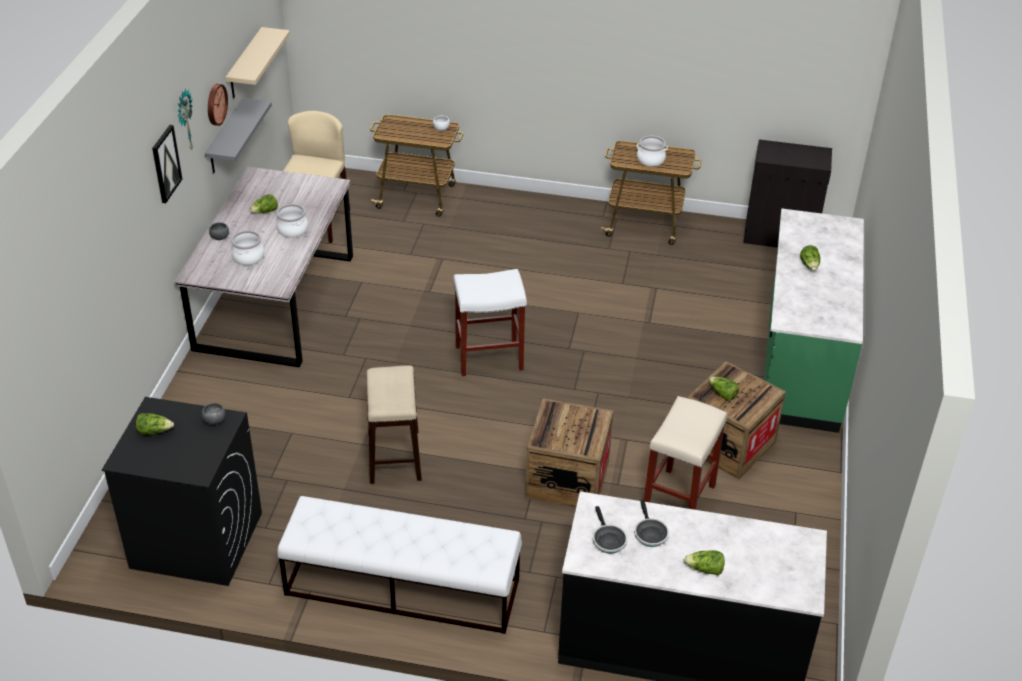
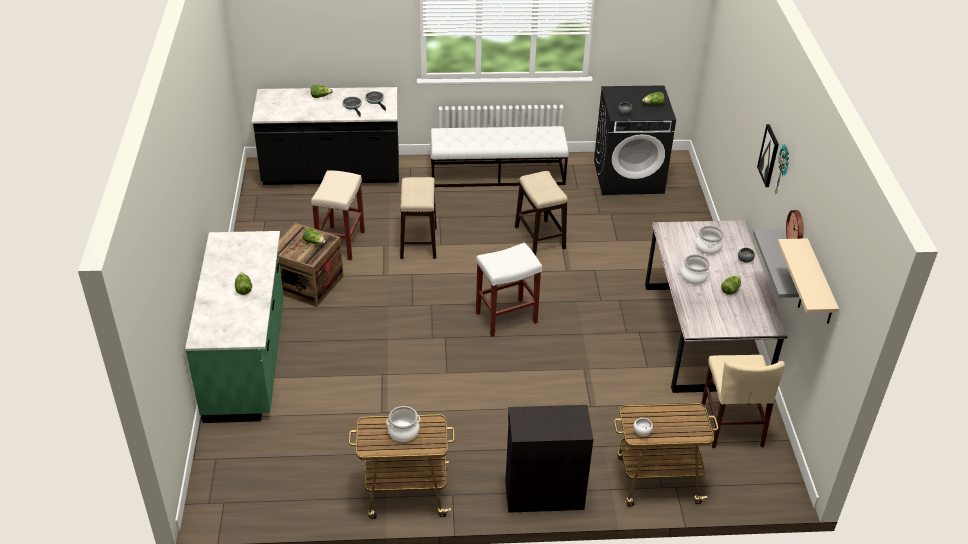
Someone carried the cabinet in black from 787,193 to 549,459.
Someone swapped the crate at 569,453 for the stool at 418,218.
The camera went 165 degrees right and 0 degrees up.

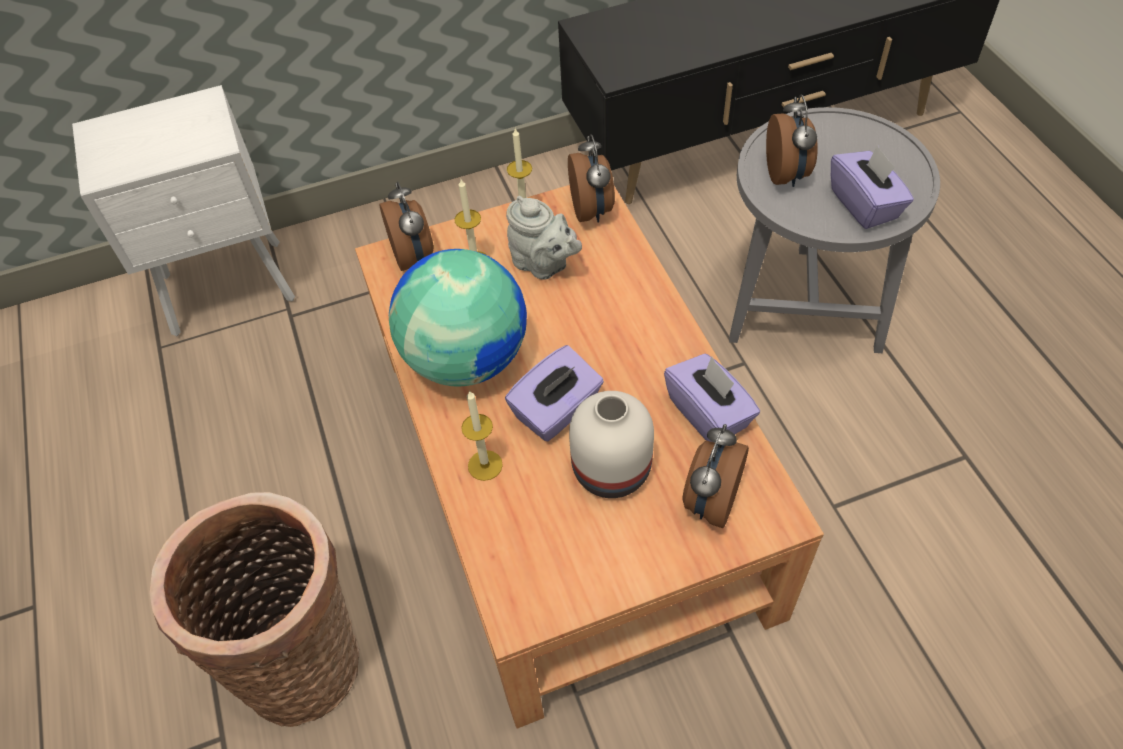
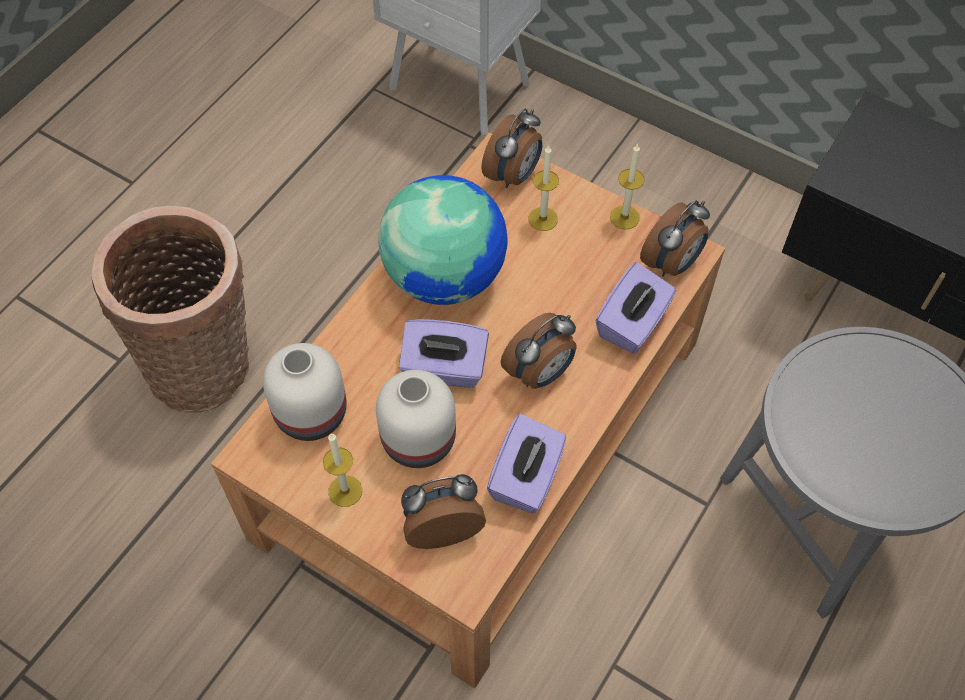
Someone took away the teapot in grey at 544,238.
Someone put down the vase in white at 305,392.
Someone carried the candle from 482,435 to 342,470.
Someone carried the alarm clock from 792,140 to 539,351.
Someone carried the tissue box in purple from 872,187 to 636,308.
The camera went 50 degrees right and 5 degrees up.

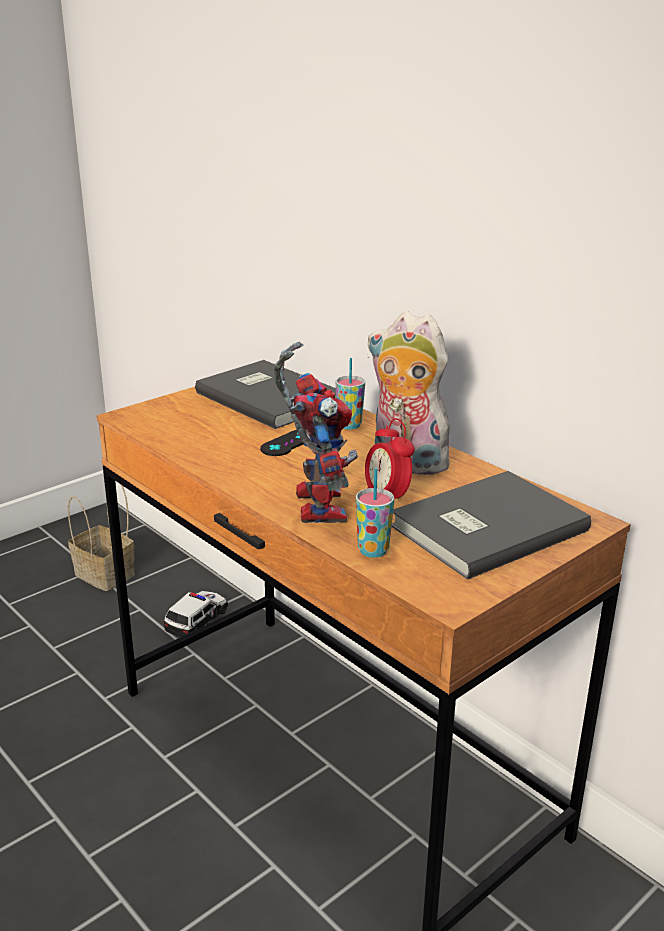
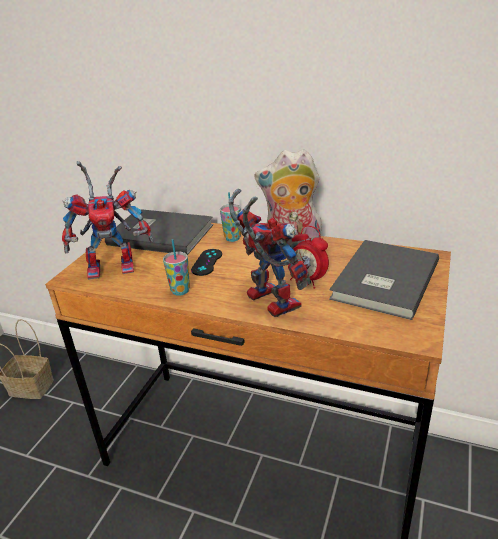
Someone took away the toy car at 196,614.
Someone put down the toy robot at 108,220.
Someone carried the cup from 375,513 to 176,267.
The camera went 25 degrees left and 5 degrees up.

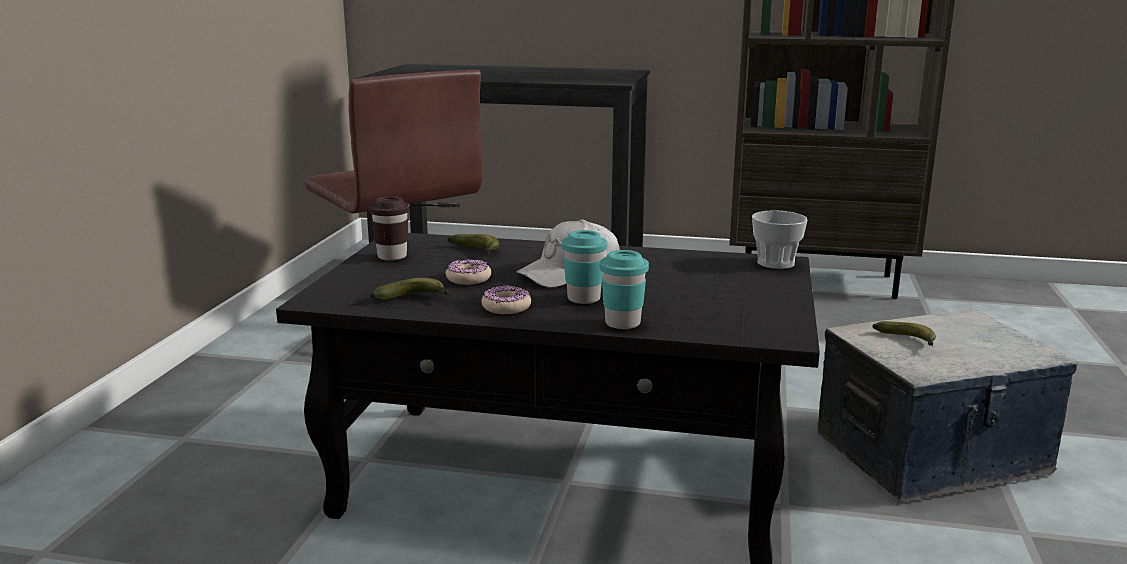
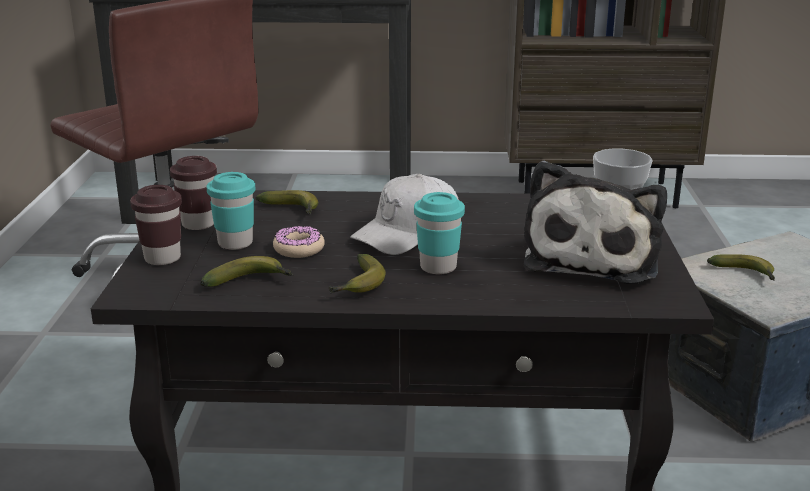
Someone put down the cup in brown at 156,225.
Someone put down the plush toy at 595,222.
Someone carried the cup in turquoise from 624,289 to 230,211.
Someone swapped the donut at 506,299 for the banana at 357,273.
The camera went 10 degrees left and 5 degrees up.

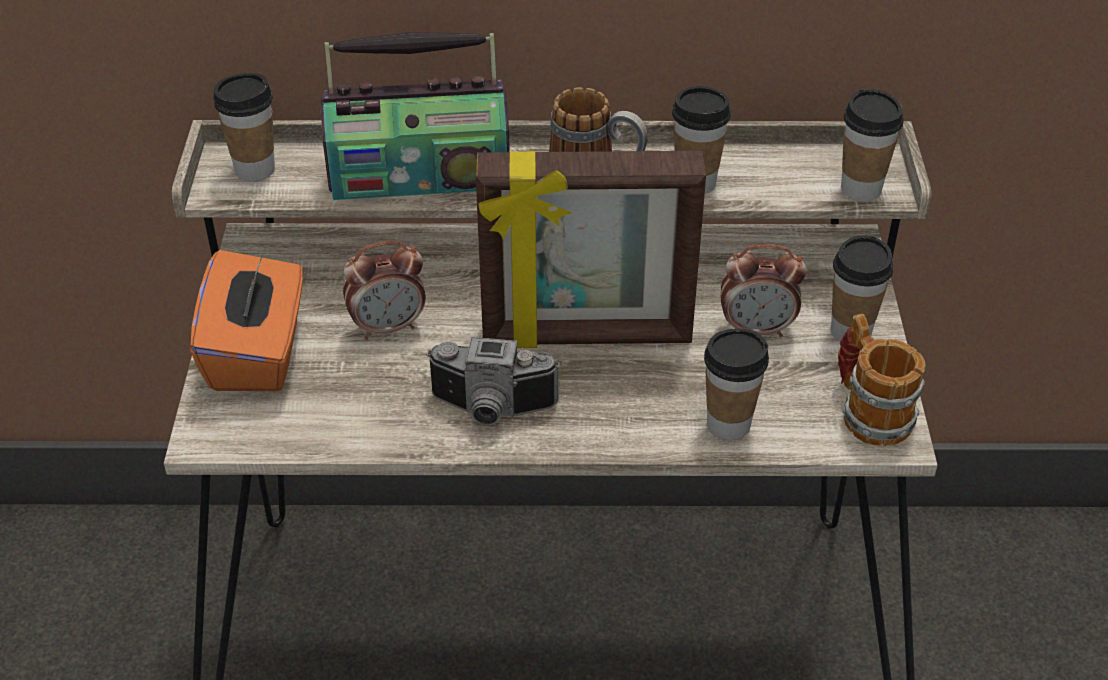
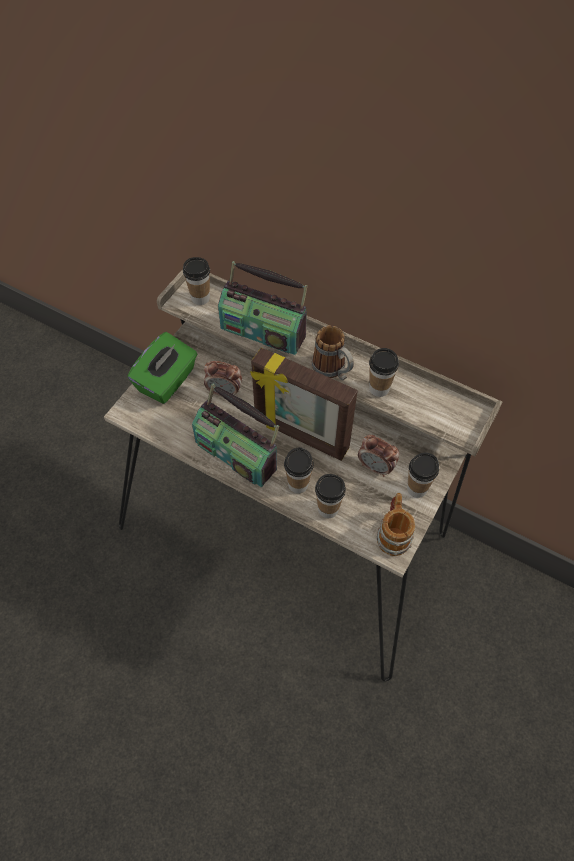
Someone carried the cup from 872,145 to 299,470.
Someone swapped the photo camera at 493,381 for the radio at 235,435.
Someone repainted the tissue box in orange at 246,320, which became the tissue box in green at 162,368.
The camera went 30 degrees right and 15 degrees up.

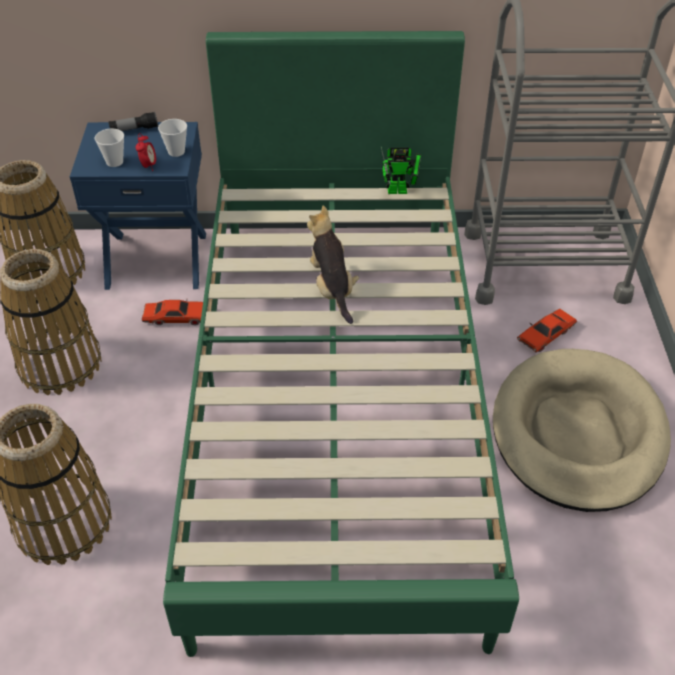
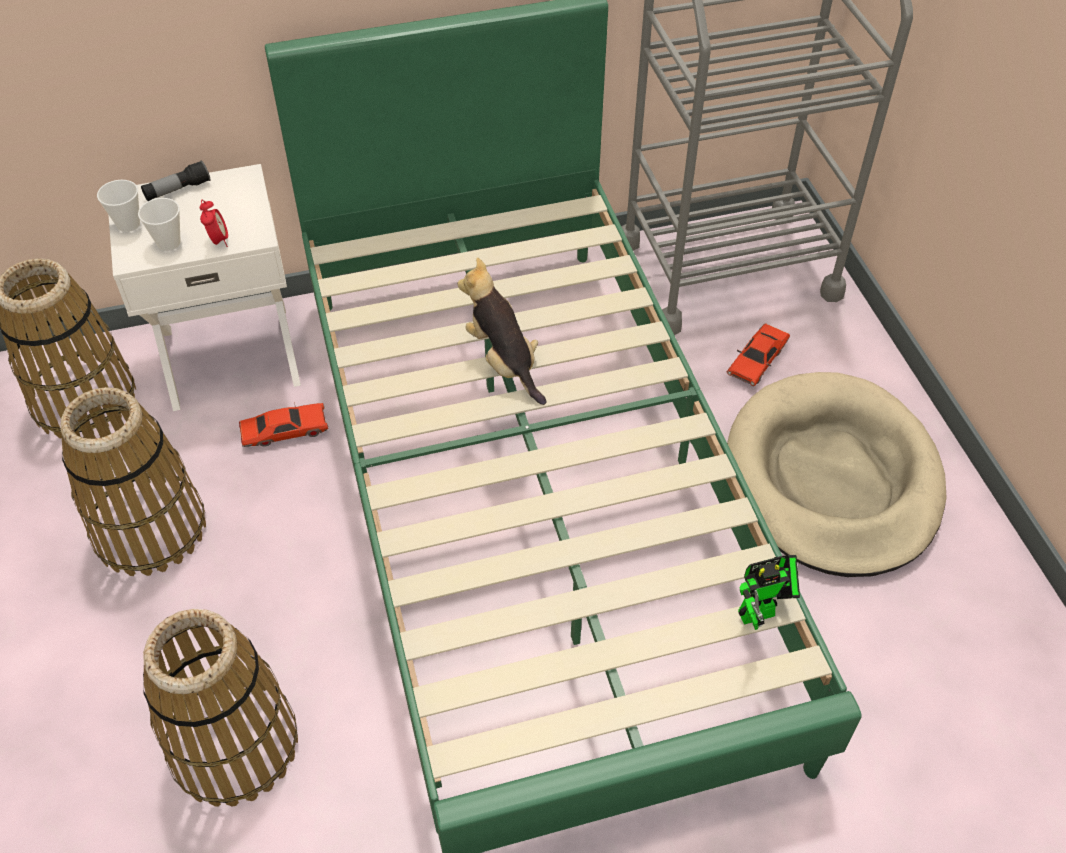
Someone carried the cup from 172,138 to 118,206.
Someone carried the toy robot from 401,170 to 769,592.
Someone repainted the nightstand in blue at 138,206, which became the nightstand in white at 204,287.
The camera went 15 degrees left and 5 degrees up.

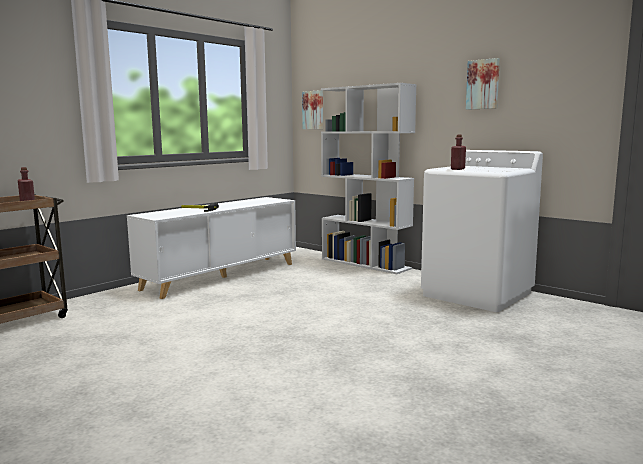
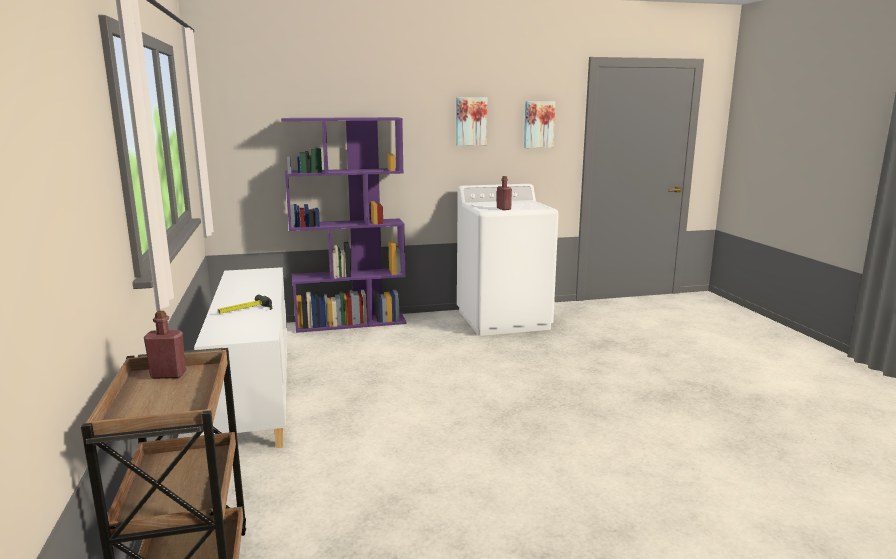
Someone carried the picture from 312,109 to 539,124.
Someone repainted the bookcase in white at 369,178, which became the bookcase in purple at 343,225.
The camera went 55 degrees left and 5 degrees up.

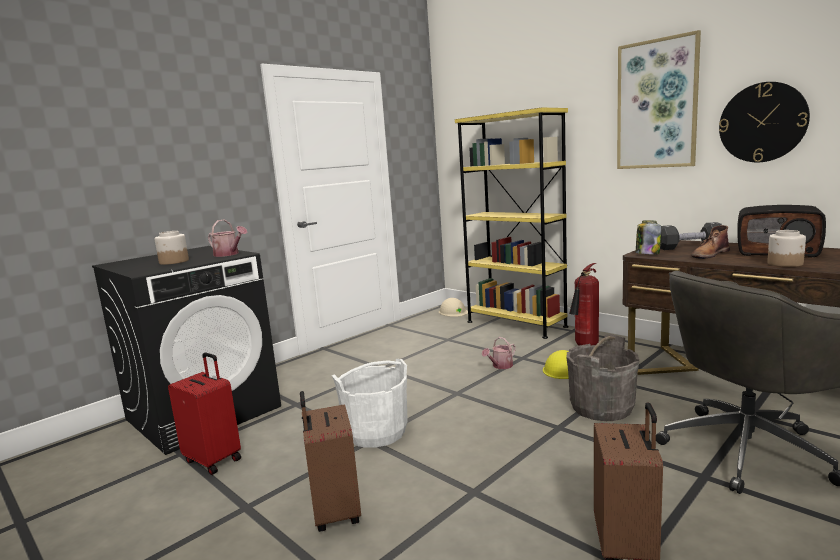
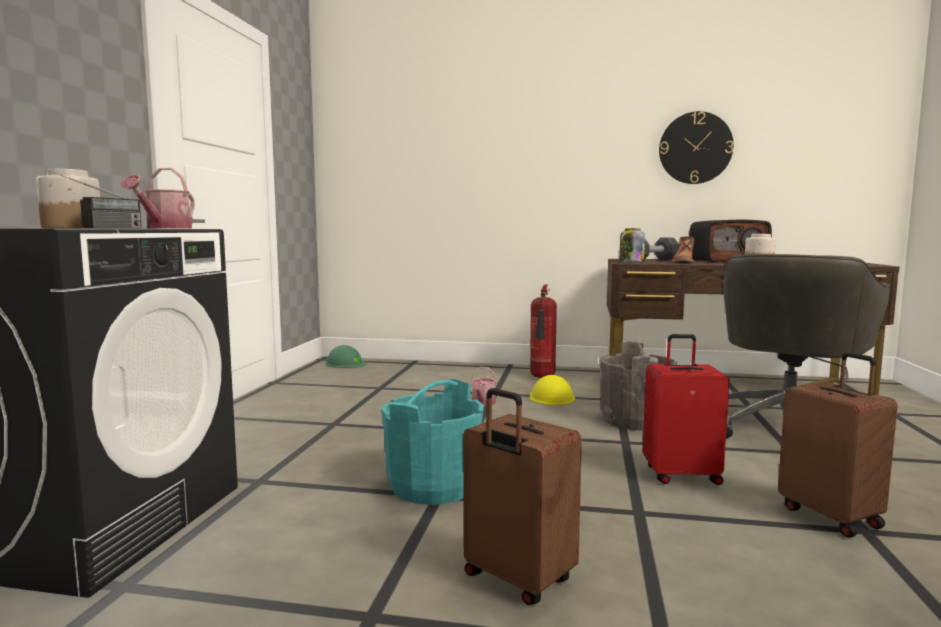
Someone took away the bookcase in yellow at 512,223.
Someone took away the picture at 659,99.
Someone put down the radio at 94,199.
Someone carried the suitcase in red from 204,413 to 686,409.
Someone repainted the bucket in white at 370,403, which became the bucket in turquoise at 432,442.
Someone repainted the hard hat in beige at 453,307, which became the hard hat in green at 346,356.
Someone rotated the watering can at 227,238 by 105 degrees clockwise.
The camera went 35 degrees left and 5 degrees down.

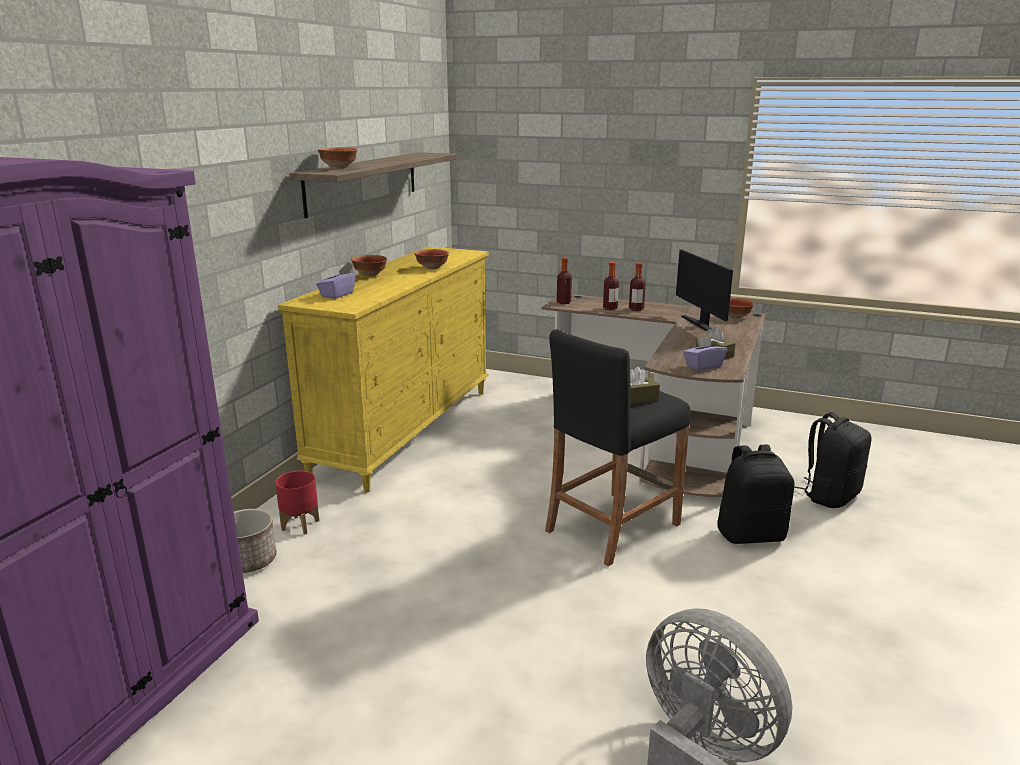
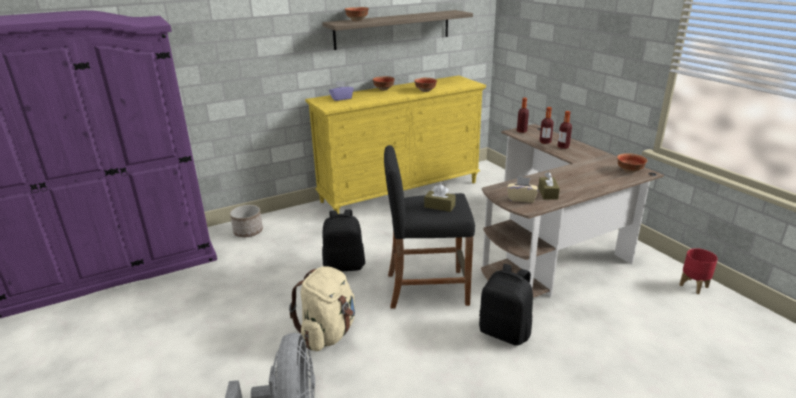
Someone took away the monitor at 704,290.
Someone put down the backpack in beige at 322,308.
Someone carried the planter in red from 297,503 to 698,271.
Someone carried the backpack in black from 833,460 to 343,241.
Someone repainted the tissue box in purple at 705,353, which became the tissue box in beige at 522,190.
The camera went 40 degrees right and 5 degrees up.

